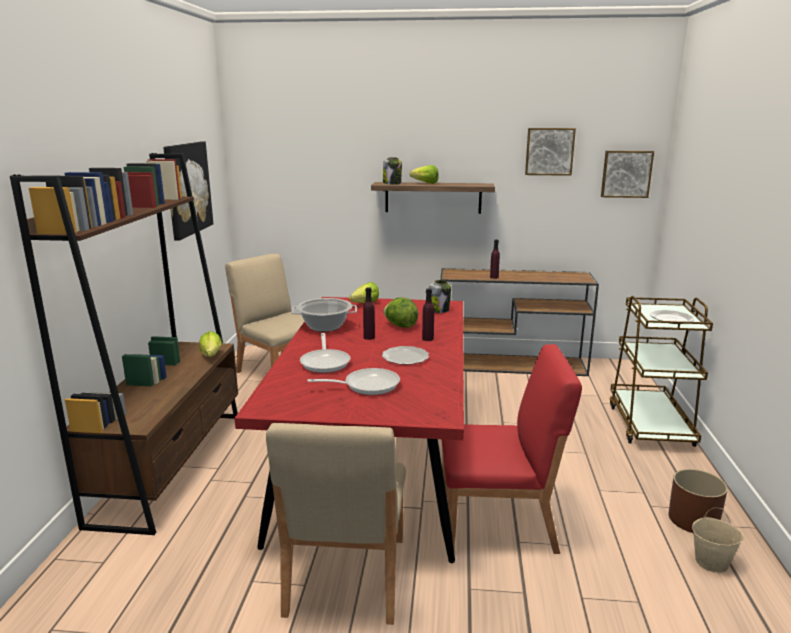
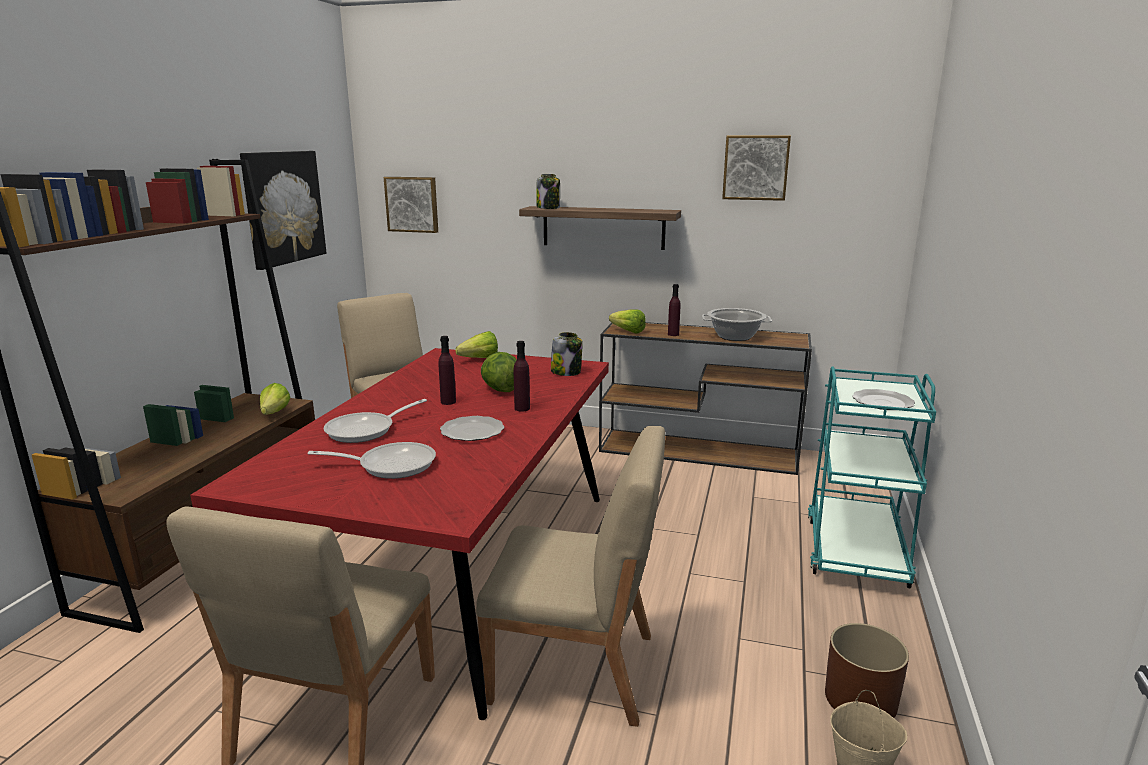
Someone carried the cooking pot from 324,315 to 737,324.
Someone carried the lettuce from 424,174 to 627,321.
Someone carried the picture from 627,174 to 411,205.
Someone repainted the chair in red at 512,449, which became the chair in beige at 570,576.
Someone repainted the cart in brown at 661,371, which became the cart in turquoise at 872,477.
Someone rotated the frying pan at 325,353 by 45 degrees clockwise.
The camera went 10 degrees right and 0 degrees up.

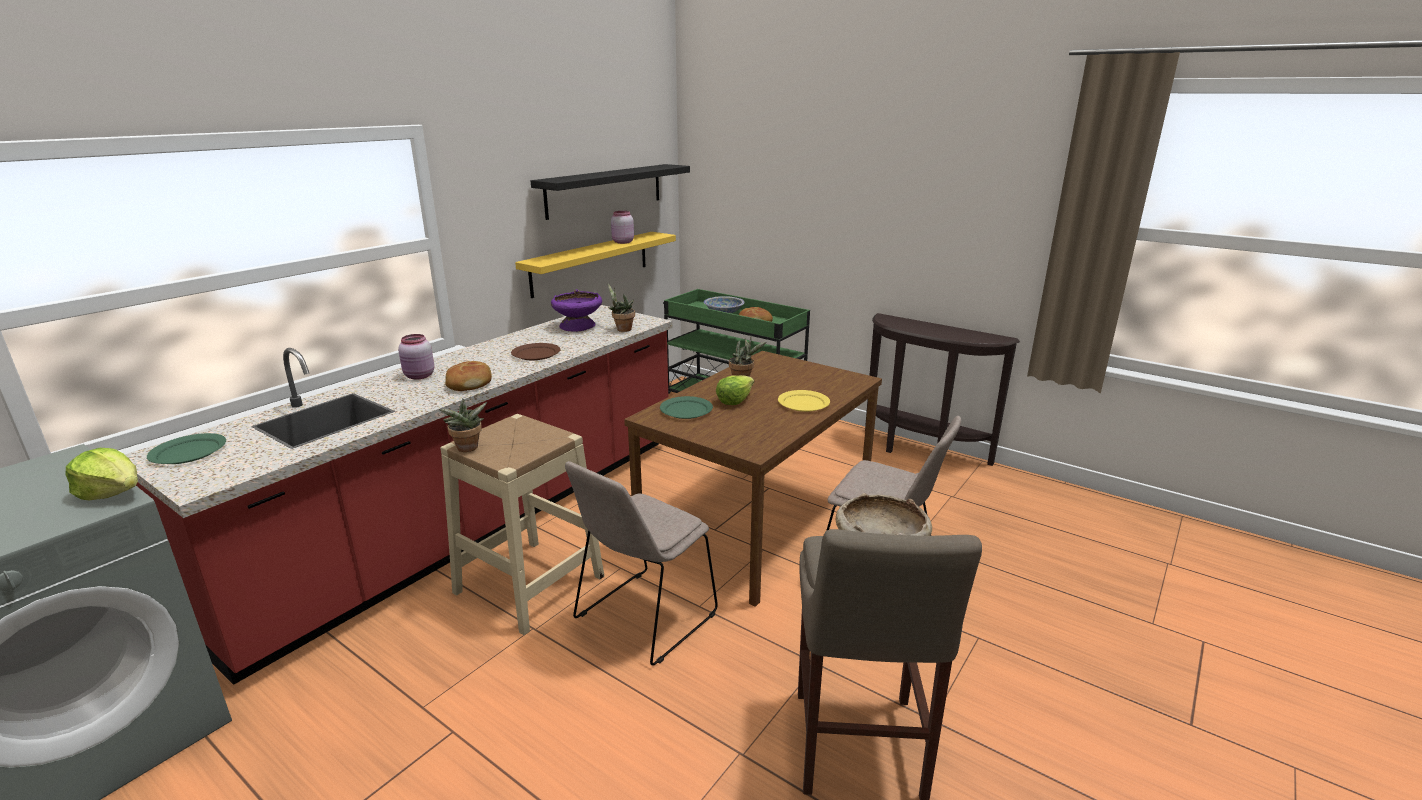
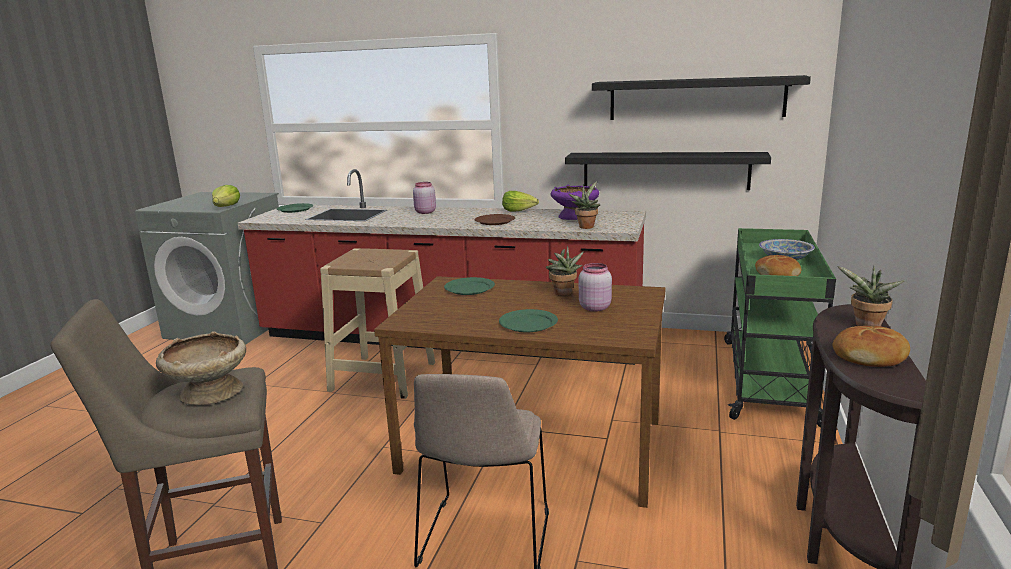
Someone took away the chair in beige at 641,563.
Someone carried the potted plant from 463,425 to 870,296.
Someone carried the bread from 468,376 to 871,346.
Someone carried the jar in pink from 622,227 to 595,287.
Someone carried the lettuce from 735,390 to 520,201.
Someone repainted the shelf in yellow at 595,265, which became the shelf in black at 668,171.
Someone repainted the plate in yellow at 804,401, which became the plate in green at 528,320.
The camera went 70 degrees right and 5 degrees down.

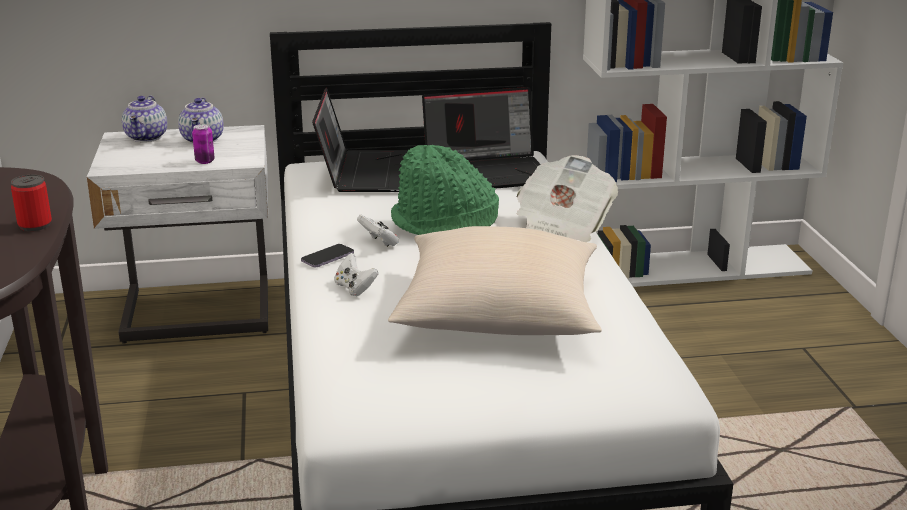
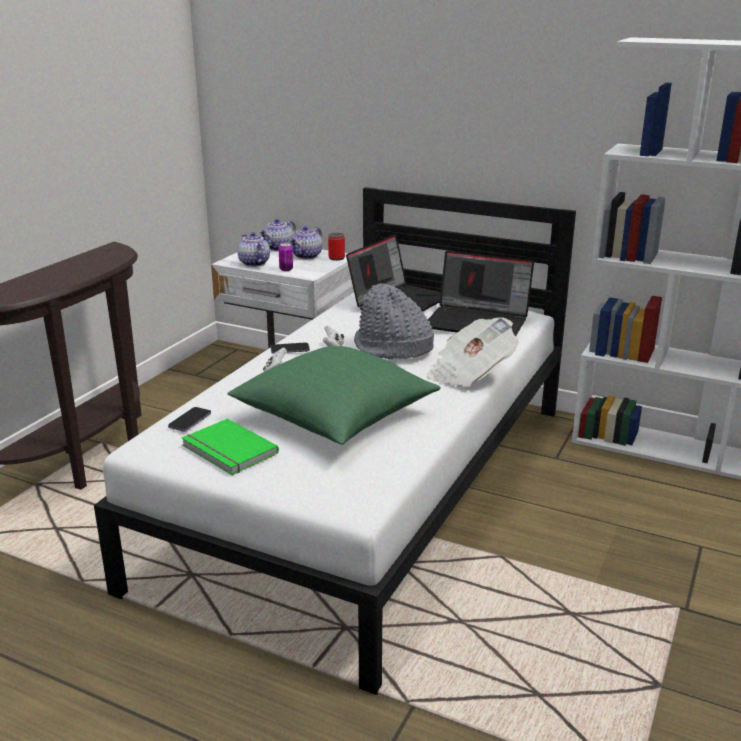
Someone put down the phone at 189,419.
Someone put down the book in green at 230,447.
Someone put down the teapot at 253,249.
Someone carried the can from 31,203 to 336,247.
Someone repainted the pillow in beige at 495,280, which became the pillow in green at 334,395.
Someone repainted the hat in green at 445,190, which became the hat in grey at 394,321.
The camera went 35 degrees right and 0 degrees up.

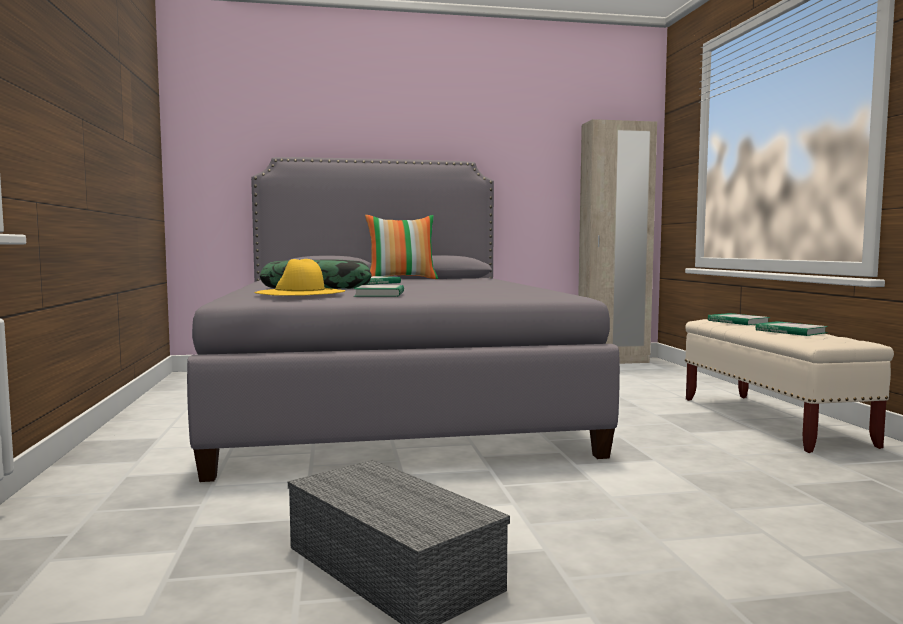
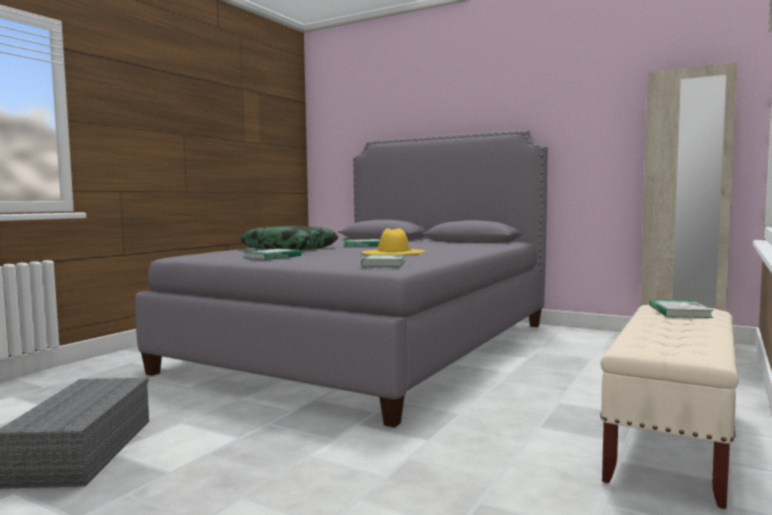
Someone took away the pillow at 401,247.
Someone carried the hat in yellow from 299,277 to 393,241.
Someone carried the book from 792,328 to 383,261.
The camera went 40 degrees right and 0 degrees up.

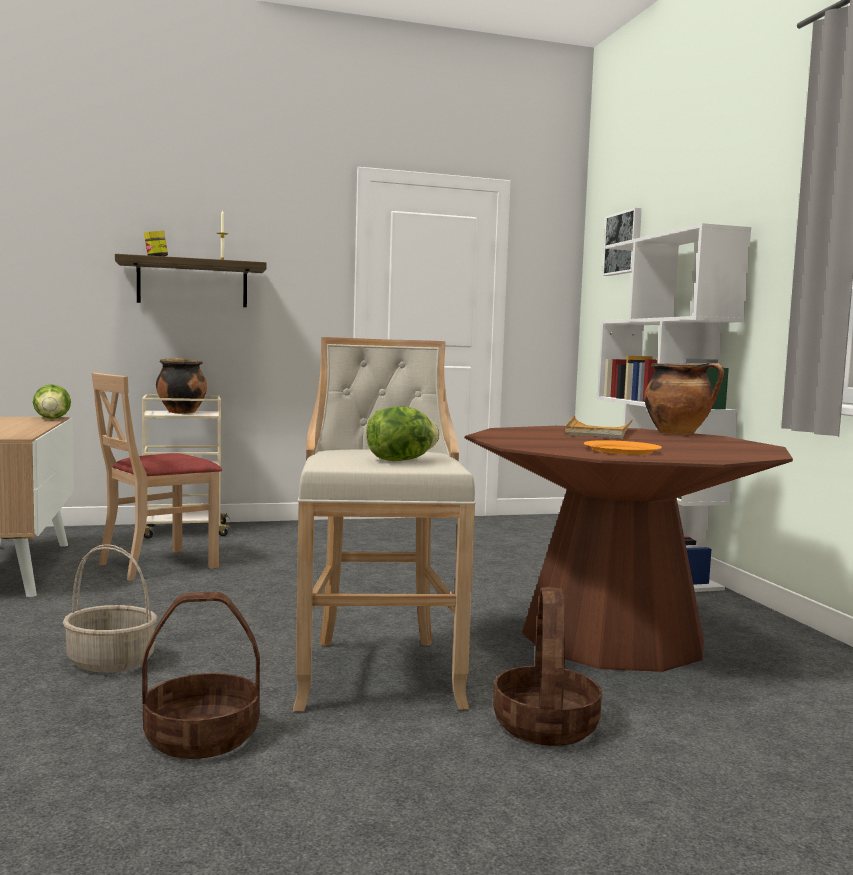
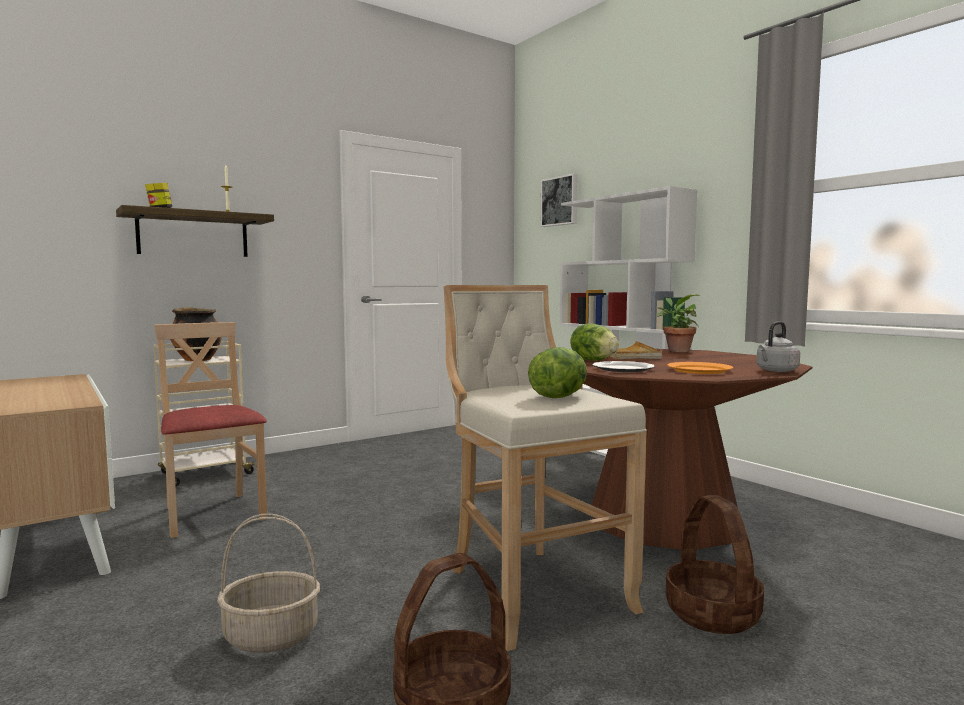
Someone put down the plate at 624,366.
Someone put down the kettle in grey at 778,346.
Someone carried the lettuce from 52,401 to 594,342.
Someone swapped the cooking pot at 684,398 for the potted plant at 678,323.
Someone rotated the chair in beige at 156,476 by 120 degrees clockwise.
The camera went 20 degrees left and 0 degrees up.

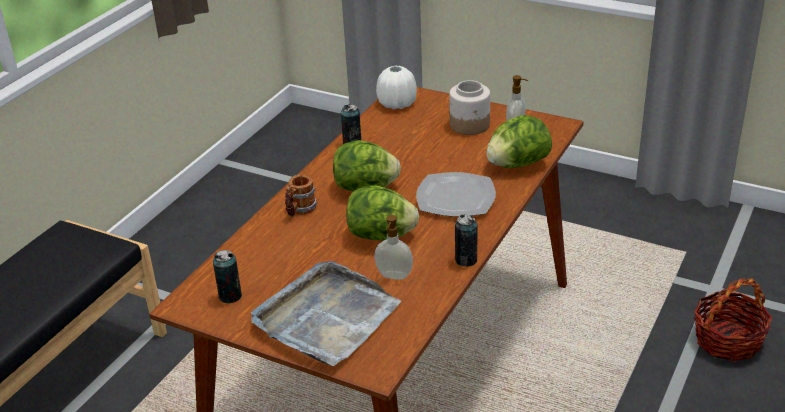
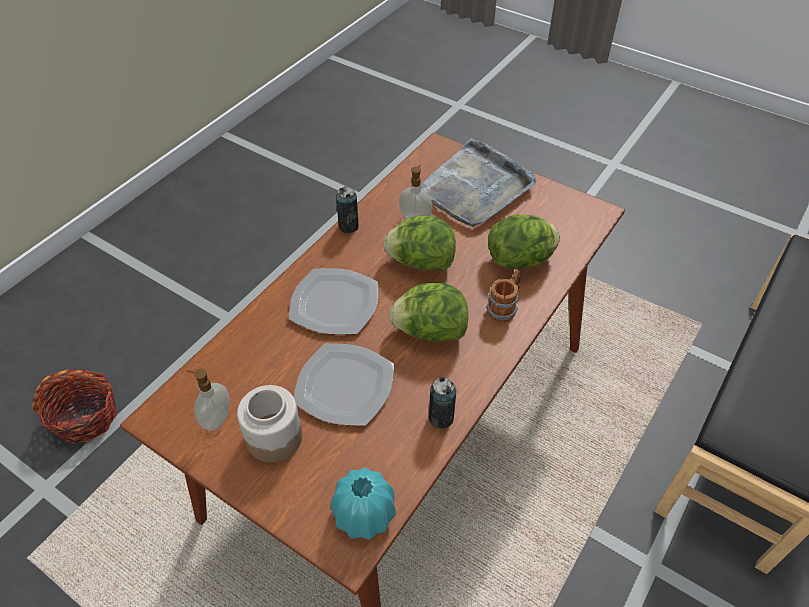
Someone took away the can at 227,276.
Someone put down the plate at 344,384.
Someone carried the lettuce from 519,141 to 524,241.
Someone repainted the vase in white at 396,88, which became the vase in turquoise at 363,504.
The camera went 175 degrees left and 15 degrees up.

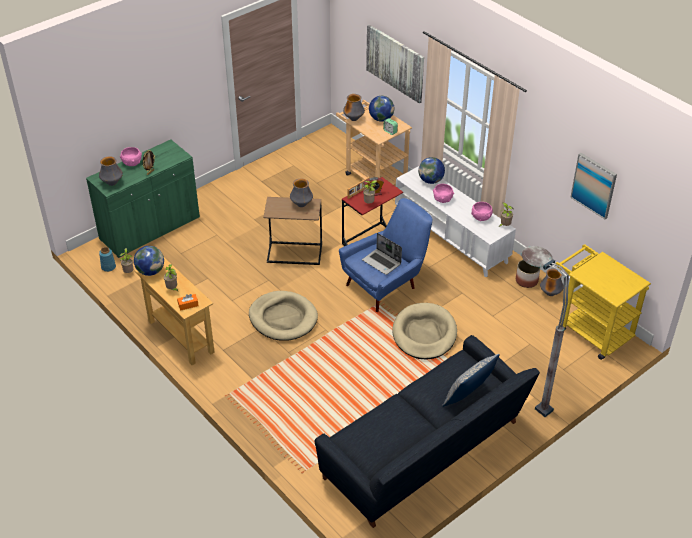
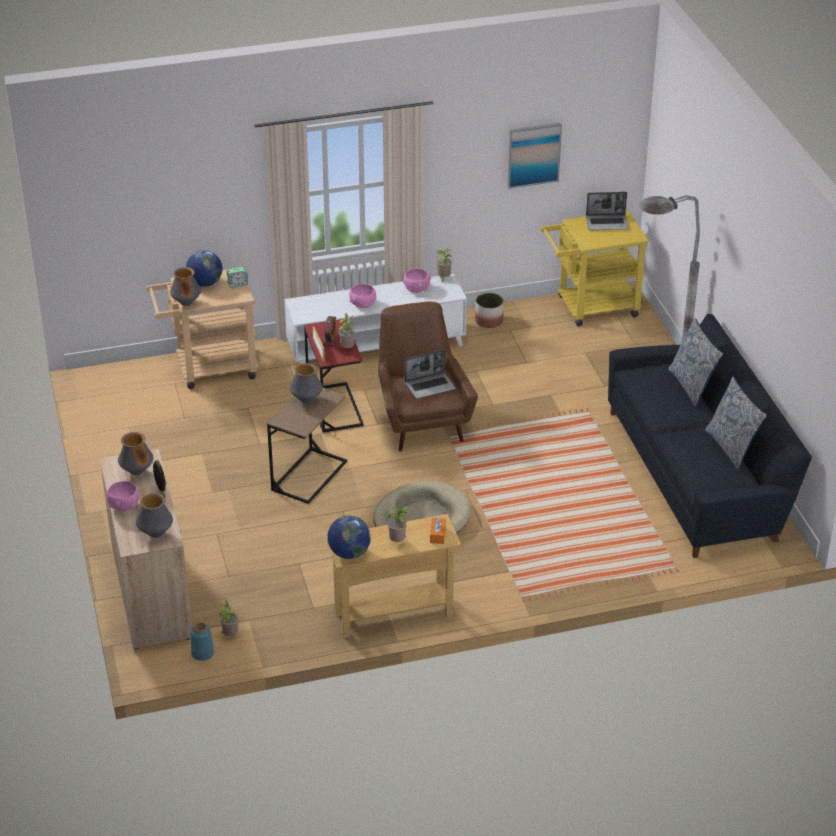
Someone took away the picture at 395,64.
Someone took away the dog bed in beige at 424,331.
Someone took away the globe at 431,170.
Someone put down the laptop at 607,211.
Someone put down the pillow at 736,423.
Someone carried the vase from 552,282 to 135,453.
Someone repainted the cabinet in green at 143,199, which became the cabinet in beige at 146,549.
Someone repainted the armchair in blue at 385,255, which became the armchair in brown at 428,376.
The camera went 65 degrees left and 5 degrees down.

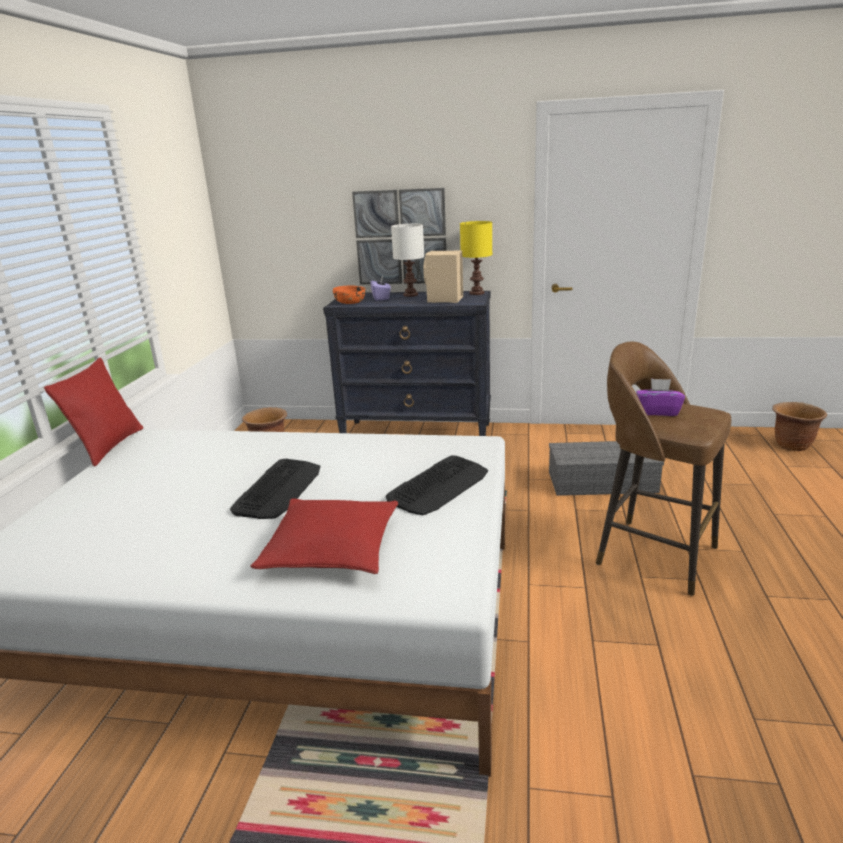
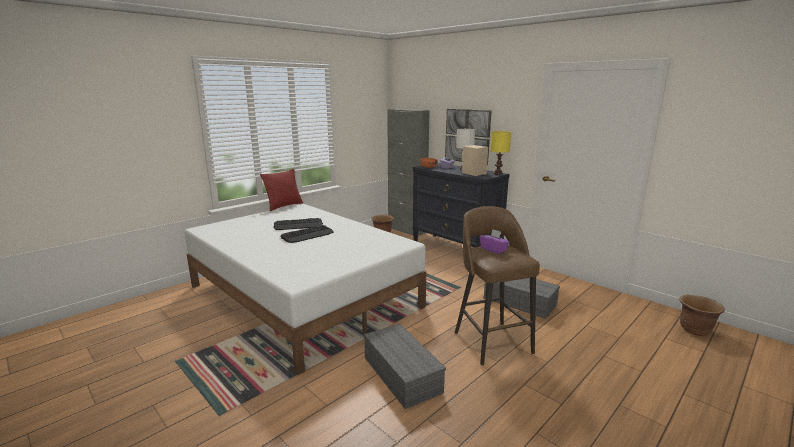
Someone took away the pillow in red at 324,536.
Someone put down the storage box in grey at 405,366.
Someone put down the cabinet in grey at 408,172.
Someone carried the keyboard from 437,485 to 298,224.
The camera went 35 degrees right and 5 degrees down.

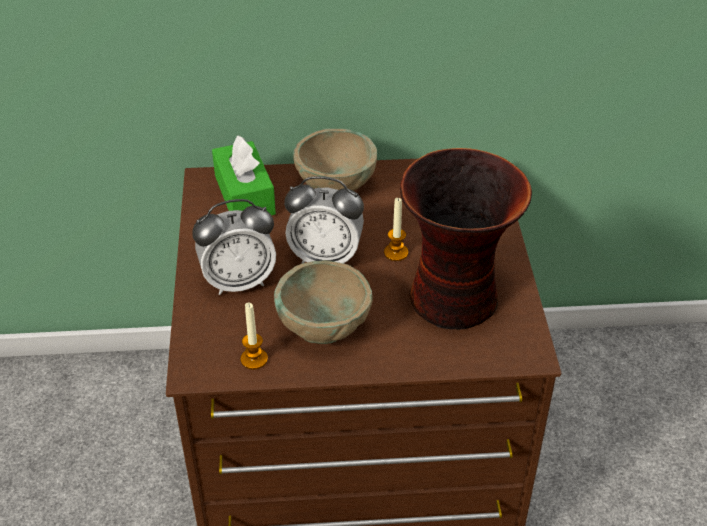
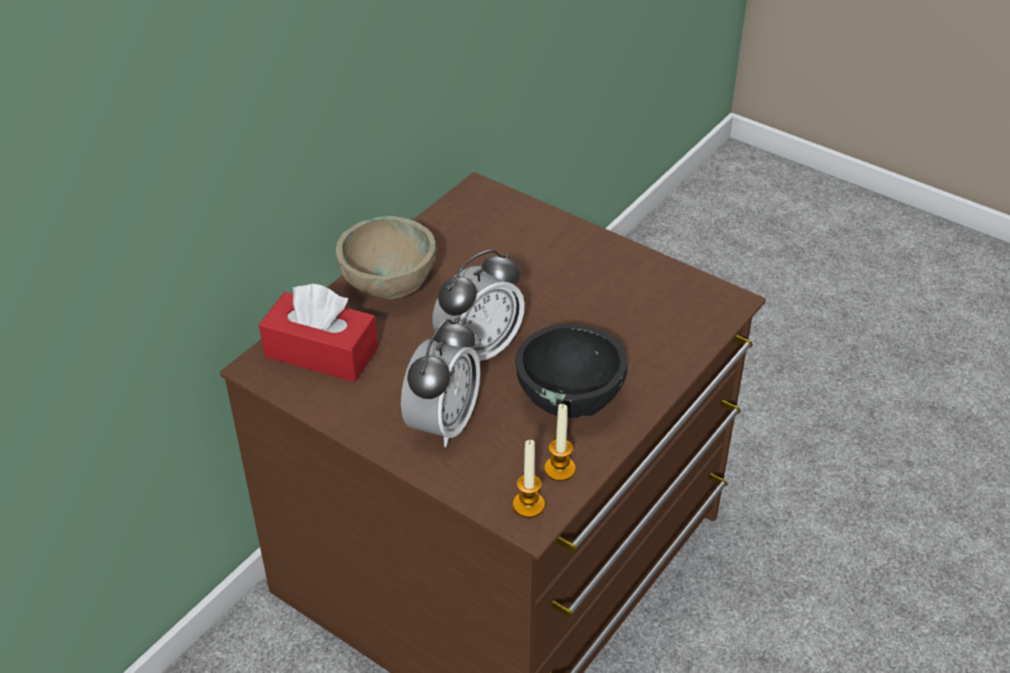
Someone took away the vase at 466,239.
Someone carried the candle from 396,229 to 529,479.
Someone repainted the tissue box in green at 244,175, which became the tissue box in red at 318,333.
Someone repainted the bowl in beige at 323,302, which became the bowl in black at 571,371.
The camera went 50 degrees left and 0 degrees up.

